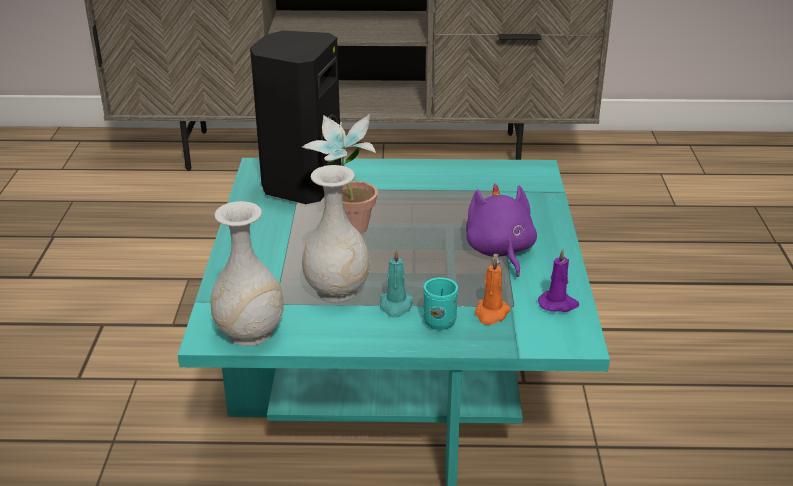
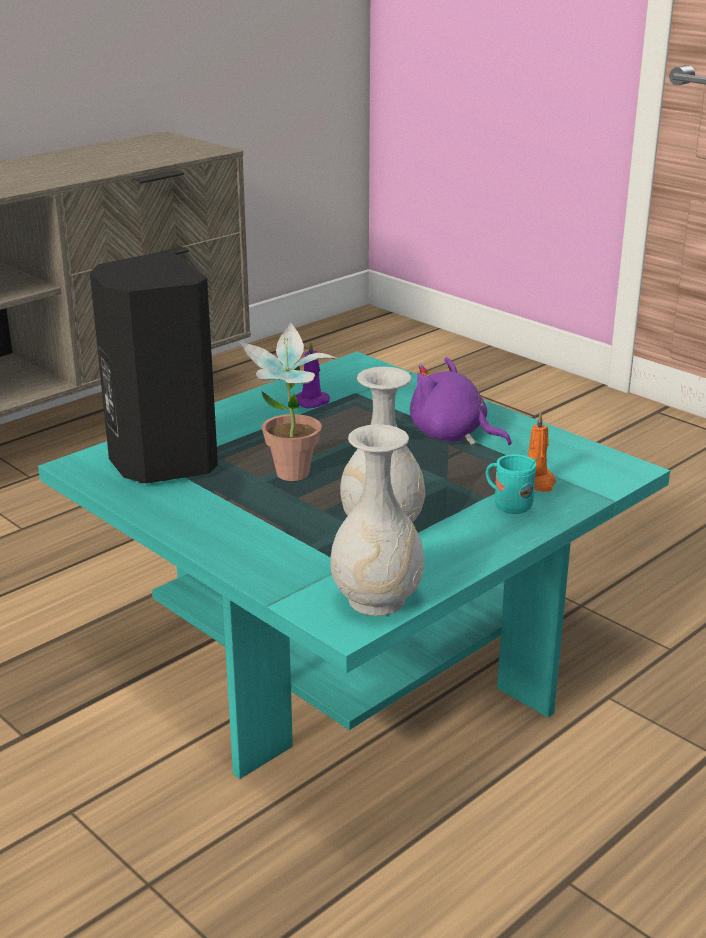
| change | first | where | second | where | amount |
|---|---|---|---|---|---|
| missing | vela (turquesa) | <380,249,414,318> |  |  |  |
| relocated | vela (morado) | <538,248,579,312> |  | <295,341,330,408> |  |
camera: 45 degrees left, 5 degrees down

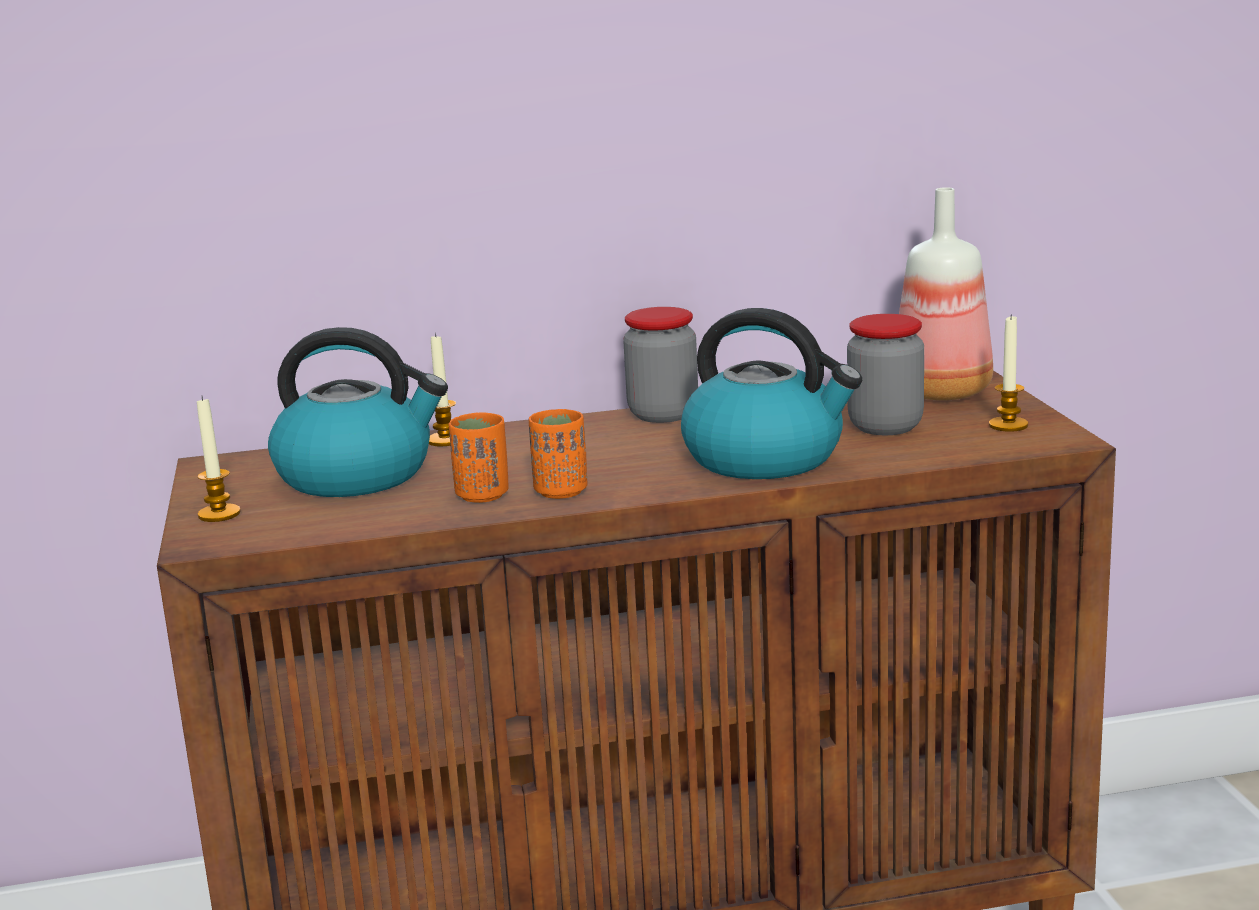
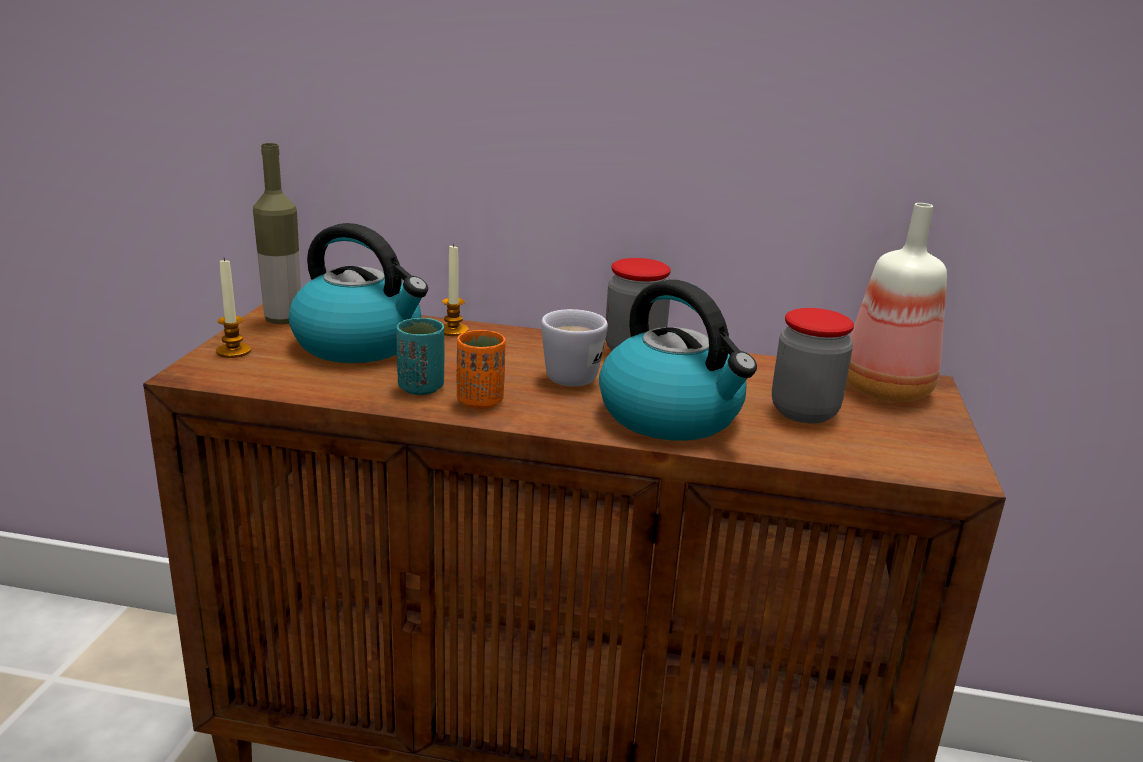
| change | first | where | second | where | amount |
|---|---|---|---|---|---|
| colour | taza (naranja) | <449,412,509,503> | taza (turquesa) | <396,318,444,395> |  |
| missing | vela | <989,314,1028,432> |  |  |  |
| appeared |  |  | botella | <253,143,301,324> |  |
| appeared |  |  | taza grande (blanco) | <541,309,608,387> |  |
camera: 20 degrees right, 5 degrees up

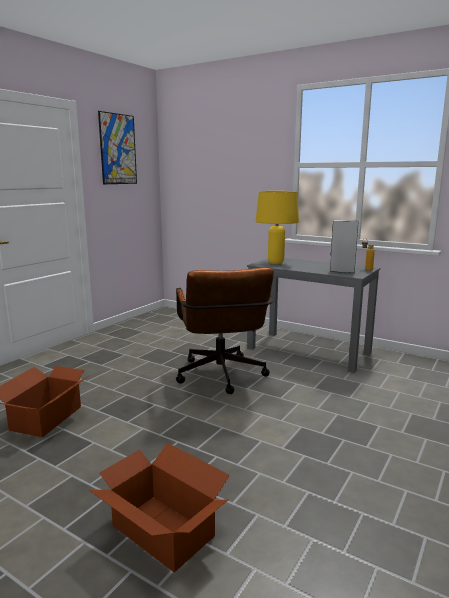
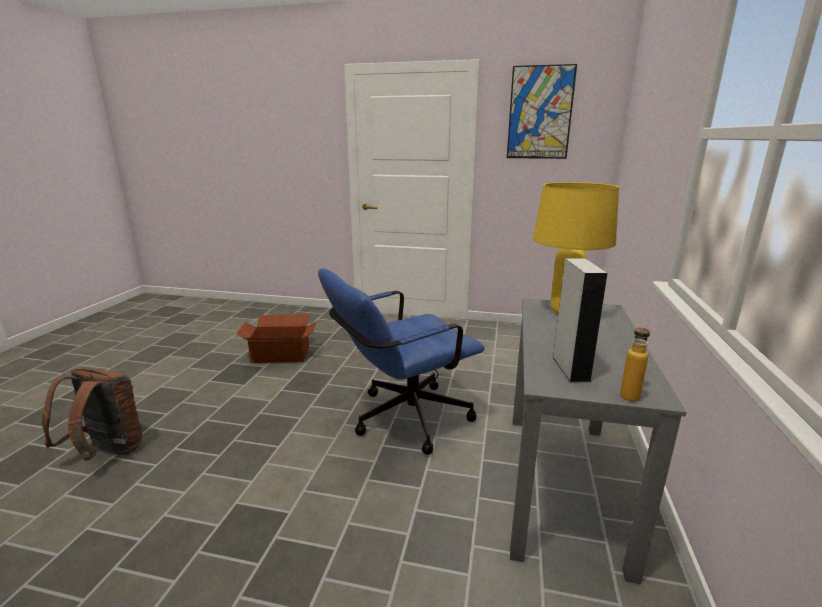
| change | first | where | second | where | amount |
|---|---|---|---|---|---|
| exchanged | caja de cartón | <89,443,230,572> | mochila (marrón) | <42,368,142,461> |  |
| colour | silla de oficina (marrón) | <176,268,274,394> | silla de oficina (azul) | <318,269,485,455> |  |
camera: 70 degrees right, 5 degrees up

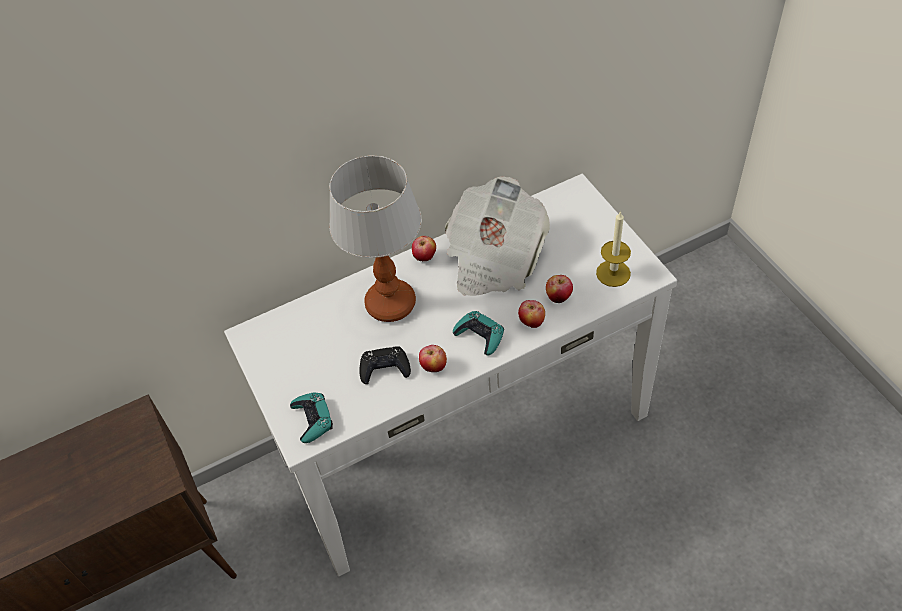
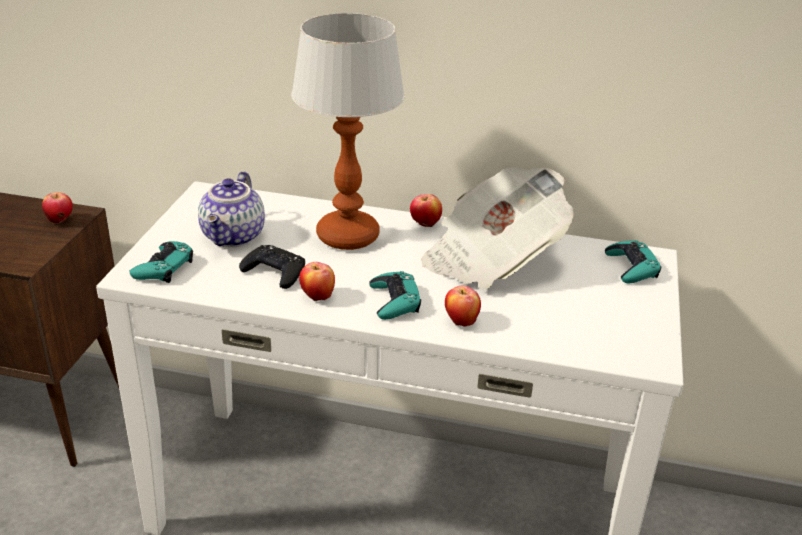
| change | first | where | second | where | amount |
|---|---|---|---|---|---|
| relocated | manzana | <546,275,573,303> |  | <42,192,73,224> |  |
| missing | vela | <596,211,631,287> |  |  |  |
| appeared |  |  | tetera | <198,171,265,247> |  |
| appeared |  |  | mando de consola (turquesa) | <605,240,661,283> |  |
camera: 35 degrees right, 20 degrees down

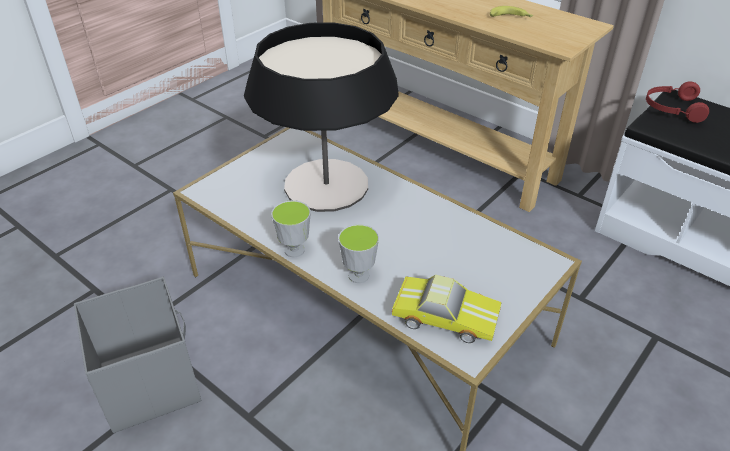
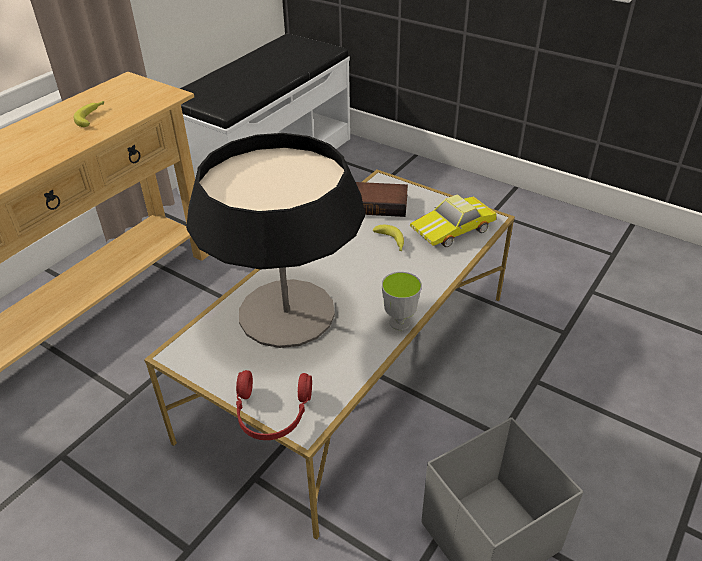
| change | first | where | second | where | amount |
|---|---|---|---|---|---|
| missing | taza | <338,224,379,283> |  |  |  |
| spun | coche de juguete | <392,275,502,343> |  | <410,194,496,247> | 135 degrees counterclockwise |
| relocated | auriculares (rojo) | <646,81,709,123> |  | <236,370,312,440> |  |
| appeared |  |  | libro | <356,182,408,217> |  |
| appeared |  |  | plátano | <373,225,404,251> |  |
camera: 95 degrees left, 0 degrees up

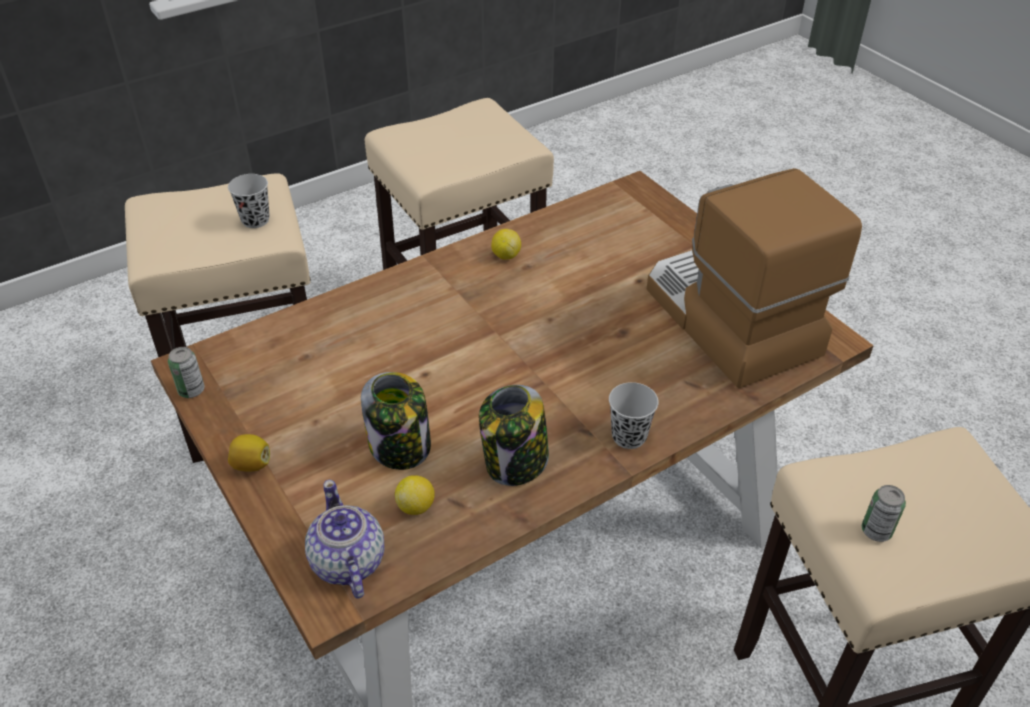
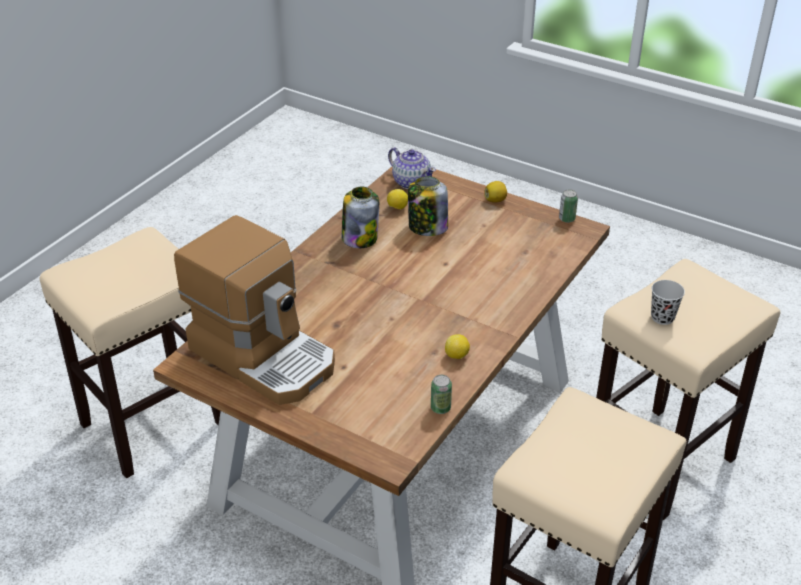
| change | first | where | second | where | amount |
|---|---|---|---|---|---|
| missing | taza (negro) | <609,382,659,449> |  |  |  |
| relocated | lata | <862,485,906,542> |  | <431,375,452,414> |  |
camera: 155 degrees right, 5 degrees down

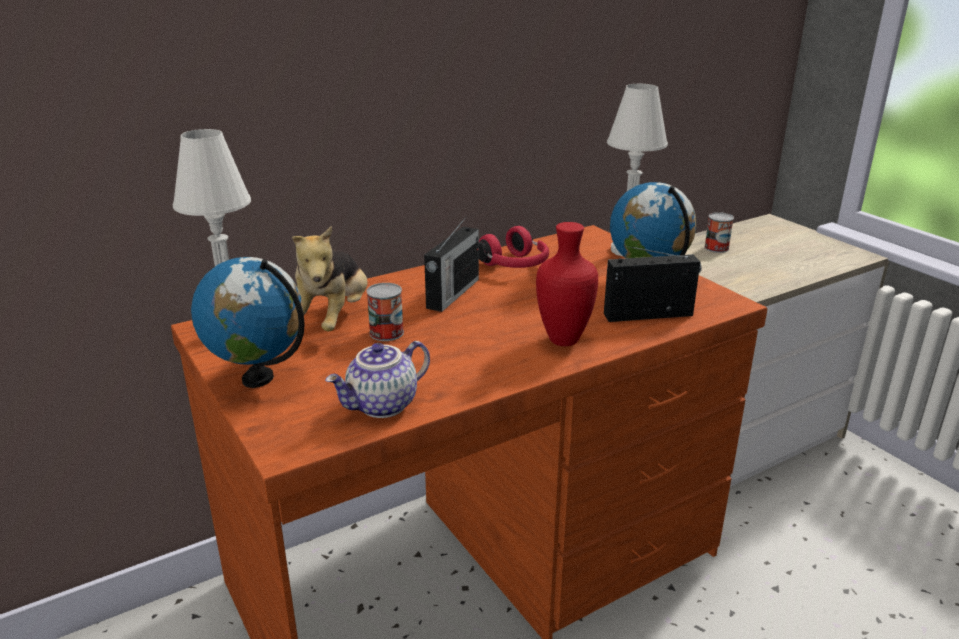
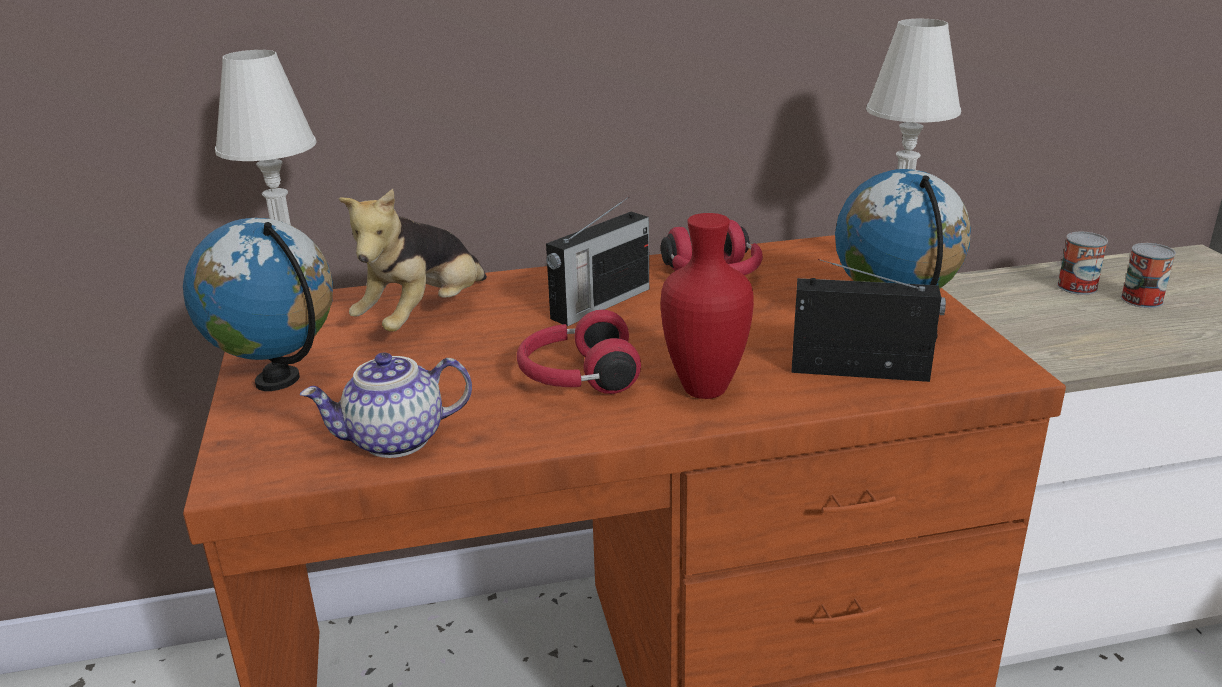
| change | first | where | second | where | amount |
|---|---|---|---|---|---|
| relocated | lata | <366,283,404,341> |  | <1121,243,1176,308> |  |
| appeared |  |  | auriculares (rojo) | <517,310,641,394> |  |
camera: 20 degrees right, 0 degrees up

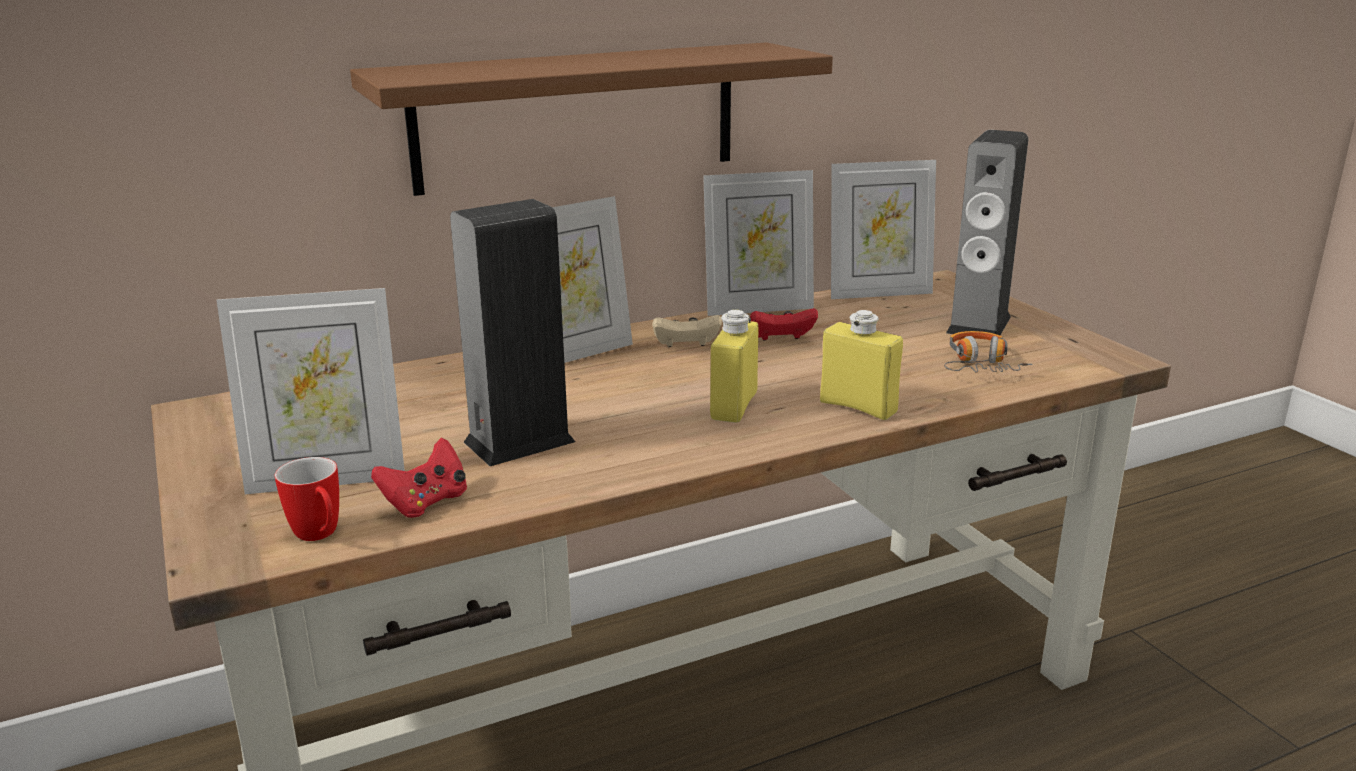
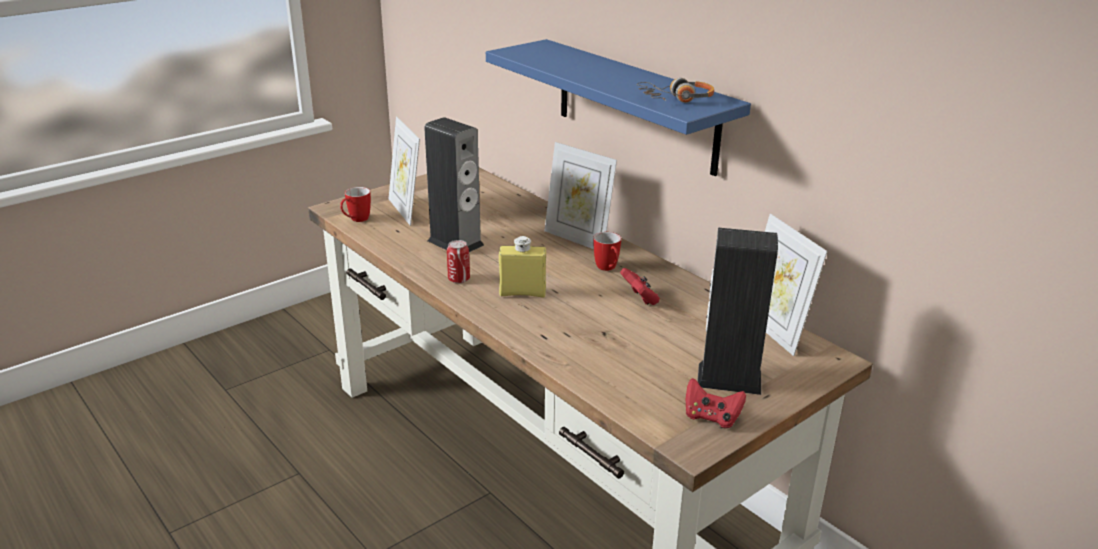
| change | first | where | second | where | amount |
|---|---|---|---|---|---|
| colour | estante (marrón) | <350,42,833,196> | estante (azul) | <486,39,751,176> |  |
| relocated | mando de consola (rojo) | <371,438,467,518> |  | <685,378,746,428> |  |
| exchanged | mando de consola (beis) | <652,315,722,347> | taza grande | <593,232,621,271> |  |
| missing | portarretratos | <703,170,814,316> |  |  |  |
| missing | botella (amarillo) | <820,310,903,420> |  |  |  |
| relocated | auriculares | <944,331,1033,372> |  | <637,78,714,103> |  |
| appeared |  |  | lata | <447,240,470,283> |  |
camera: 75 degrees right, 5 degrees up

